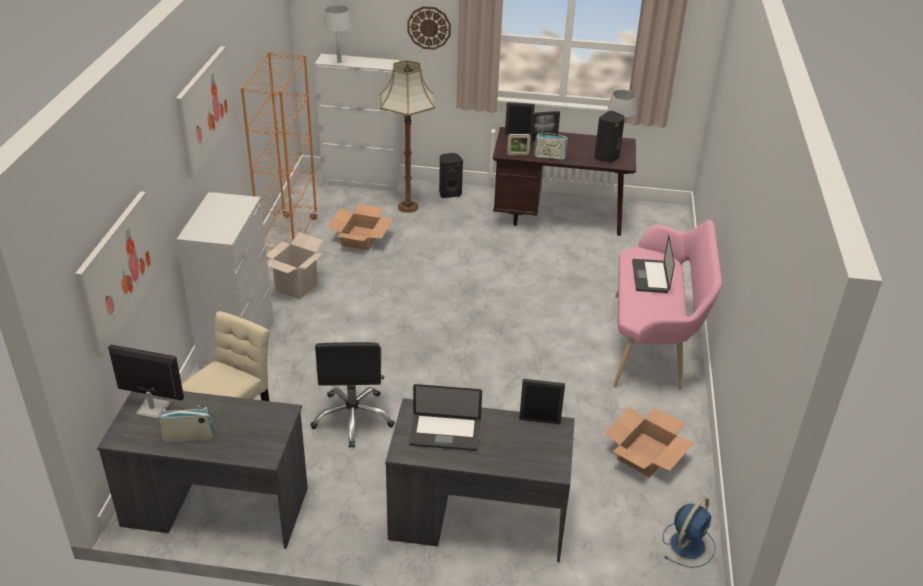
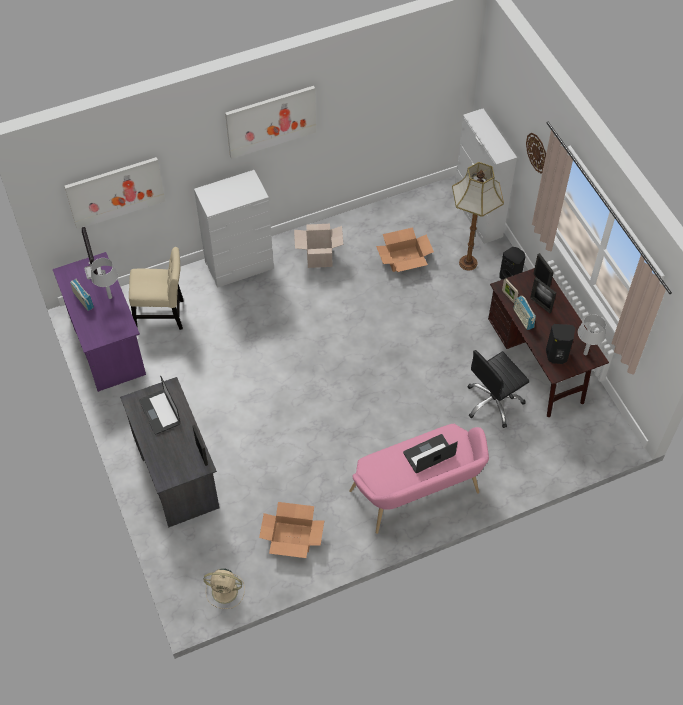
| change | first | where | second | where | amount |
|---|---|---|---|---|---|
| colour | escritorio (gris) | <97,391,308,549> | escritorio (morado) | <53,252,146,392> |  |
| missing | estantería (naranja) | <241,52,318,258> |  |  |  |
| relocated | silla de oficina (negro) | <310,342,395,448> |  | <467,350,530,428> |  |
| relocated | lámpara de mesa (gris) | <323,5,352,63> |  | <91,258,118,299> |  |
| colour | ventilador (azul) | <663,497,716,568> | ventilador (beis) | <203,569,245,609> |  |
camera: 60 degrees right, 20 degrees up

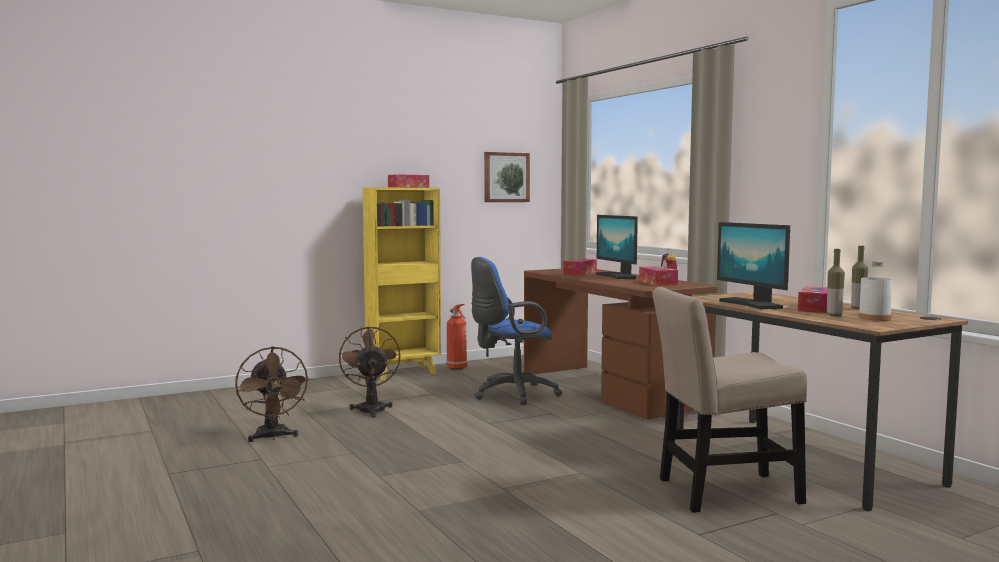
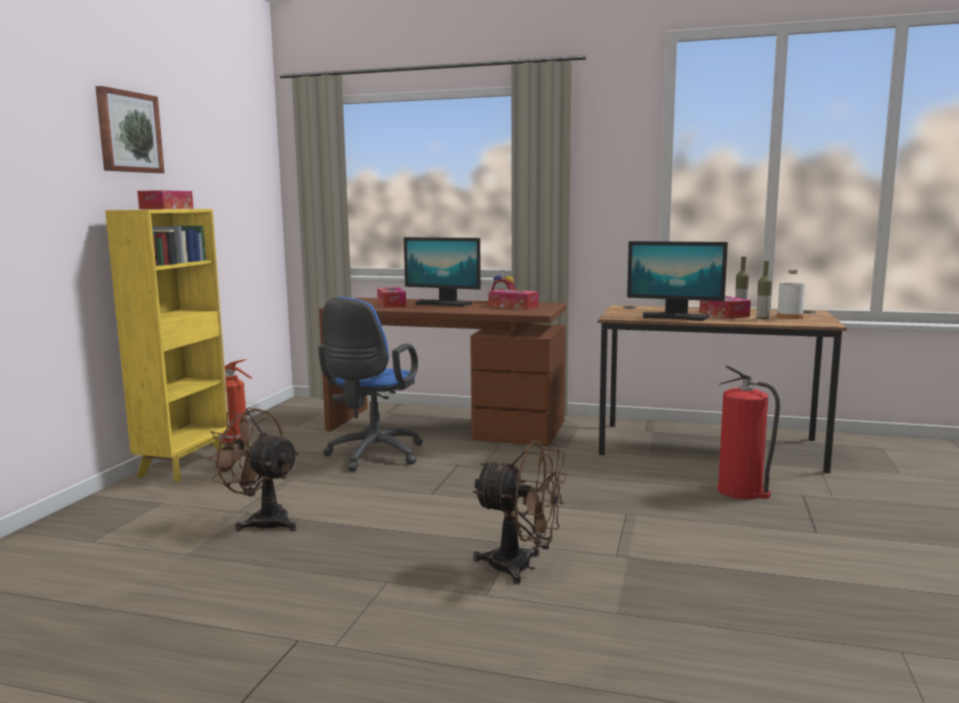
| change | first | where | second | where | amount |
|---|---|---|---|---|---|
| relocated | ventilador (marrón) | <235,346,310,442> |  | <473,441,567,584> |  |
| relocated | cuadro | <484,152,530,202> |  | <95,86,165,173> |  |
| exchanged | silla (beis) | <652,287,807,513> | extintor | <718,365,780,499> |  |
camera: 45 degrees left, 5 degrees up

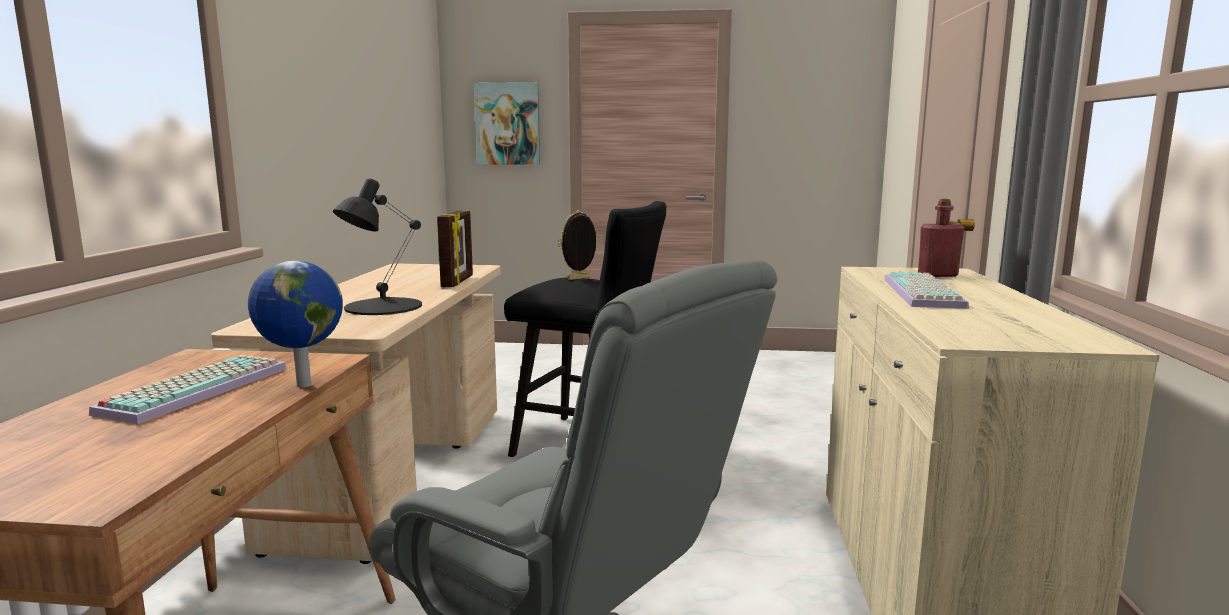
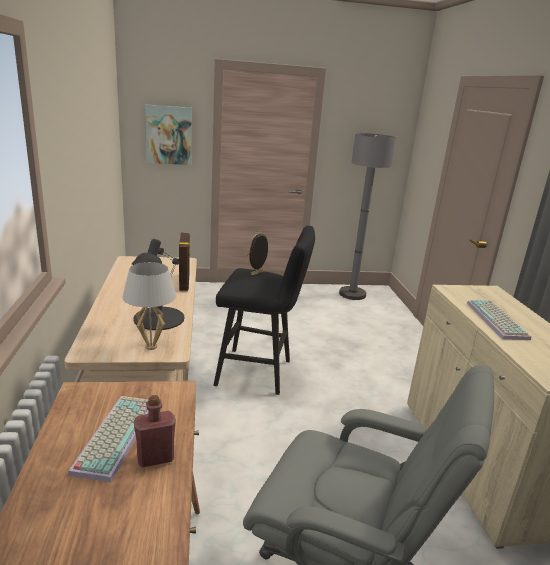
| change | first | where | second | where | amount |
|---|---|---|---|---|---|
| missing | globo terráqueo | <248,261,343,387> |  |  |  |
| relocated | botella (rojo) | <918,199,964,277> |  | <134,395,176,467> |  |
| appeared |  |  | lámpara de mesa (blanco) | <122,262,176,350> |  |
| appeared |  |  | lámpara de pie (gris) | <339,133,397,300> |  |
camera: 15 degrees left, 10 degrees up

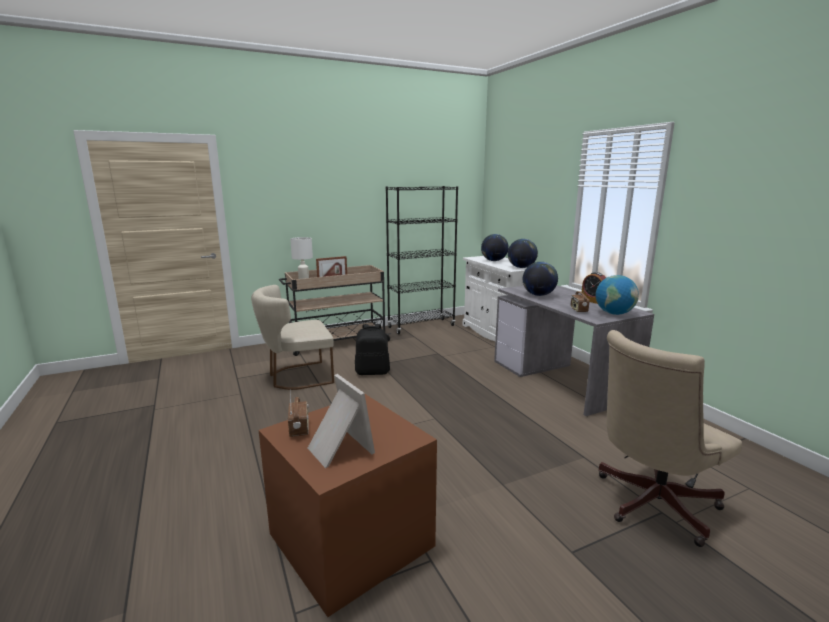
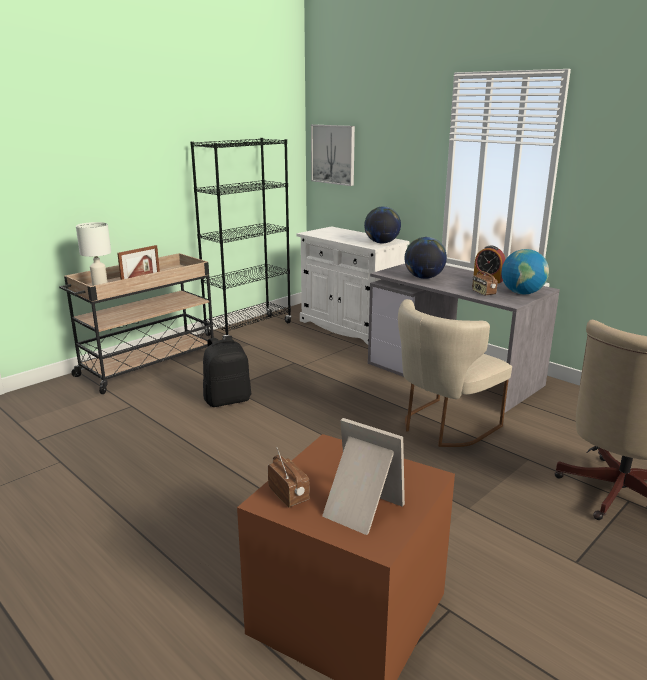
| change | first | where | second | where | amount |
|---|---|---|---|---|---|
| relocated | silla (beis) | <251,285,334,390> |  | <398,299,512,447> |  |
| missing | globo terráqueo | <481,234,509,261> |  |  |  |
| appeared |  |  | cuadro | <311,124,355,186> |  |
camera: 20 degrees left, 5 degrees up

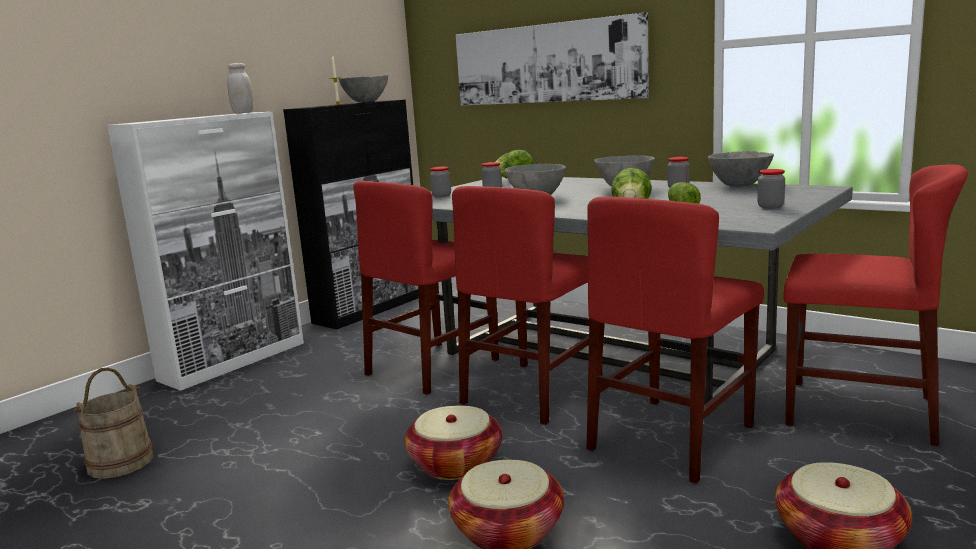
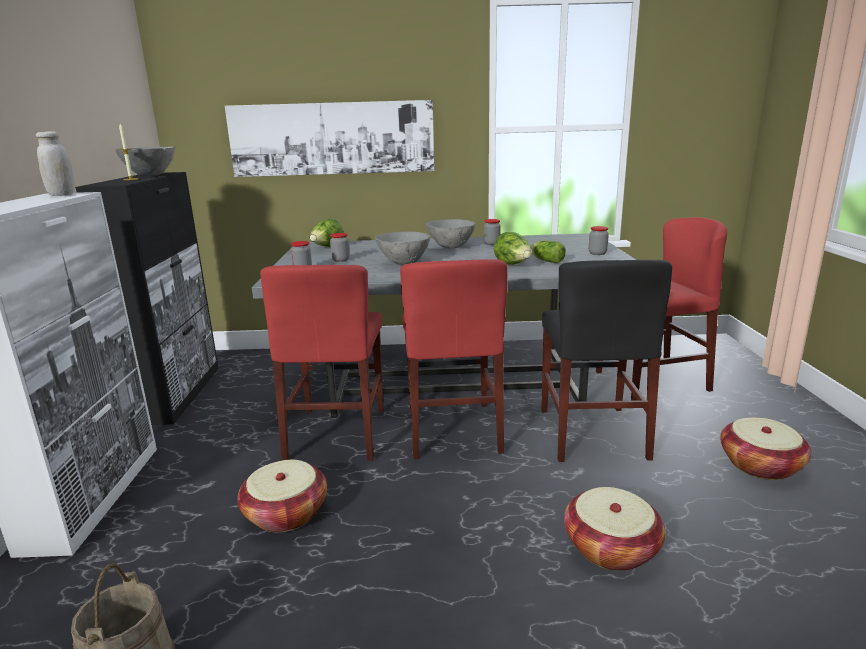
| change | first | where | second | where | amount |
|---|---|---|---|---|---|
| relocated | cesta | <405,406,502,480> |  | <238,460,327,532> |  |
| colour | silla (rojo) | <586,197,764,484> | silla (negro) | <541,260,672,462> |  |
| missing | cuenco (gris) | <708,151,774,186> |  |  |  |
camera: 40 degrees left, 5 degrees up

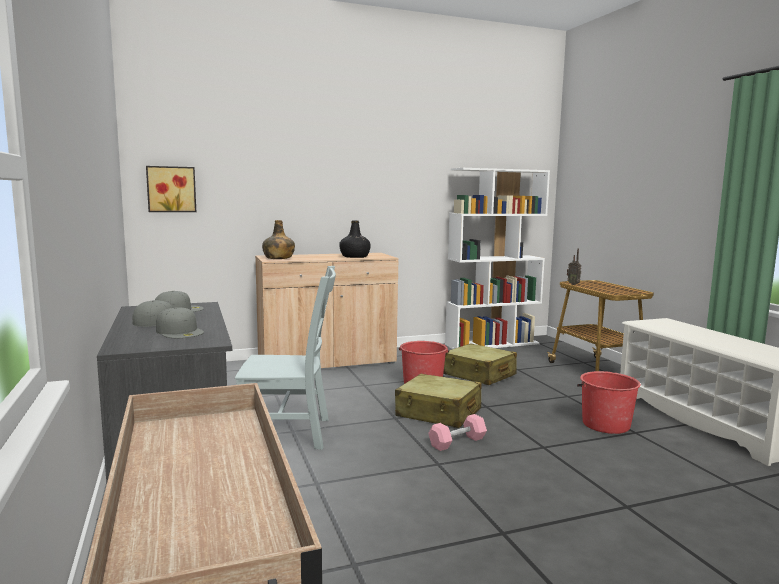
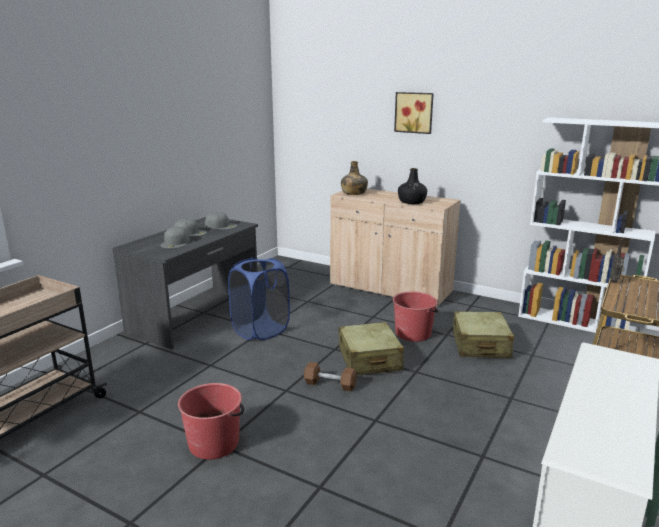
| change | first | where | second | where | amount |
|---|---|---|---|---|---|
| relocated | cuadro | <146,166,196,212> |  | <394,92,434,134> |  |
| exchanged | silla (gris) | <235,266,336,450> | cesto de la ropa (azul) | <228,258,290,340> |  |
| colour | mancuerna (rosa) | <429,414,487,451> | mancuerna (marrón) | <304,362,357,391> |  |
| relocated | cubo (rojo) | <577,371,641,434> |  | <178,383,244,460> |  |
camera: 50 degrees right, 10 degrees up

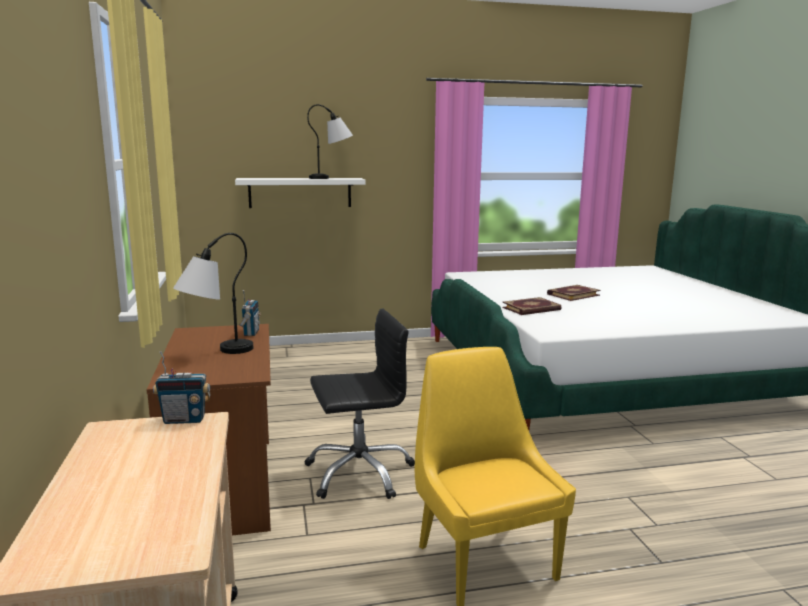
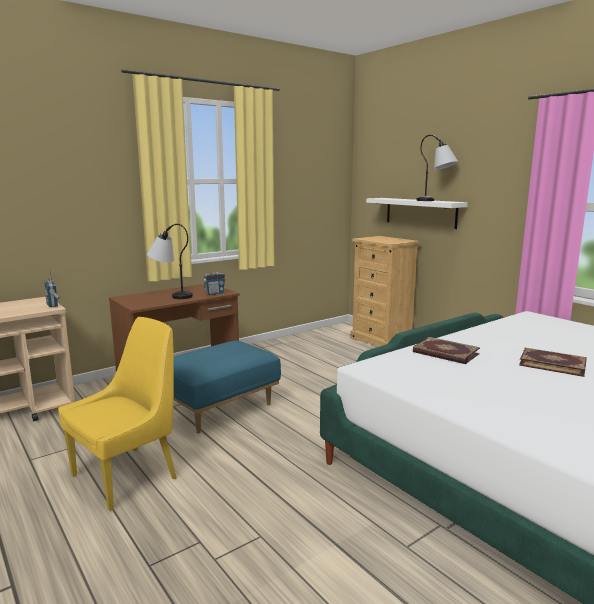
| change | first | where | second | where | amount |
|---|---|---|---|---|---|
| exchanged | silla de oficina (negro) | <304,308,415,499> | puf (azul) | <174,341,281,434> |  |
| appeared |  |  | cómoda (beis) | <351,236,421,347> |  |
camera: 65 degrees right, 0 degrees up

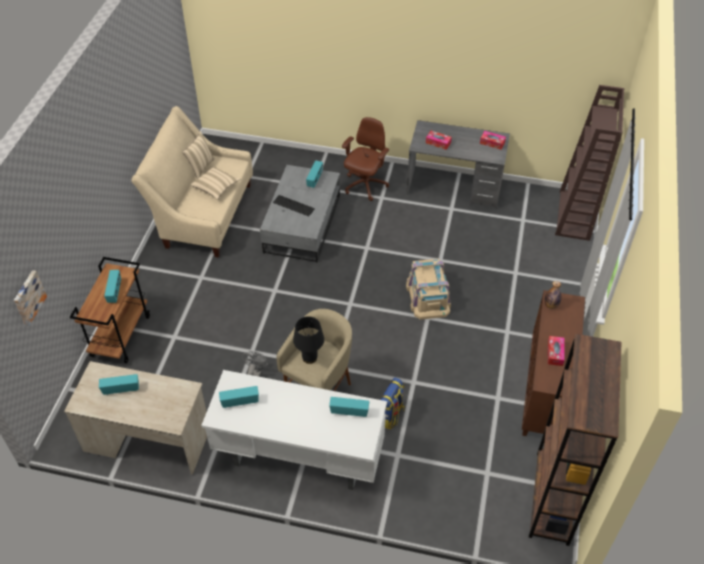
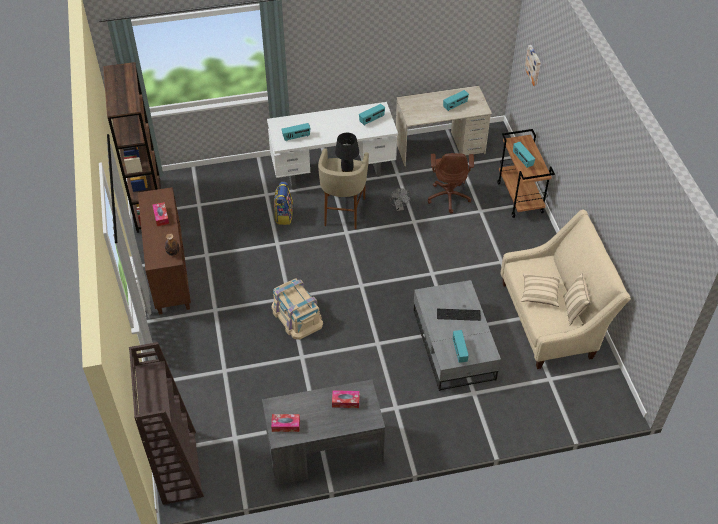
| change | first | where | second | where | amount |
|---|---|---|---|---|---|
| relocated | silla de oficina (marrón) | <342,117,389,201> |  | <428,153,474,214> |  |
camera: 155 degrees right, 0 degrees up

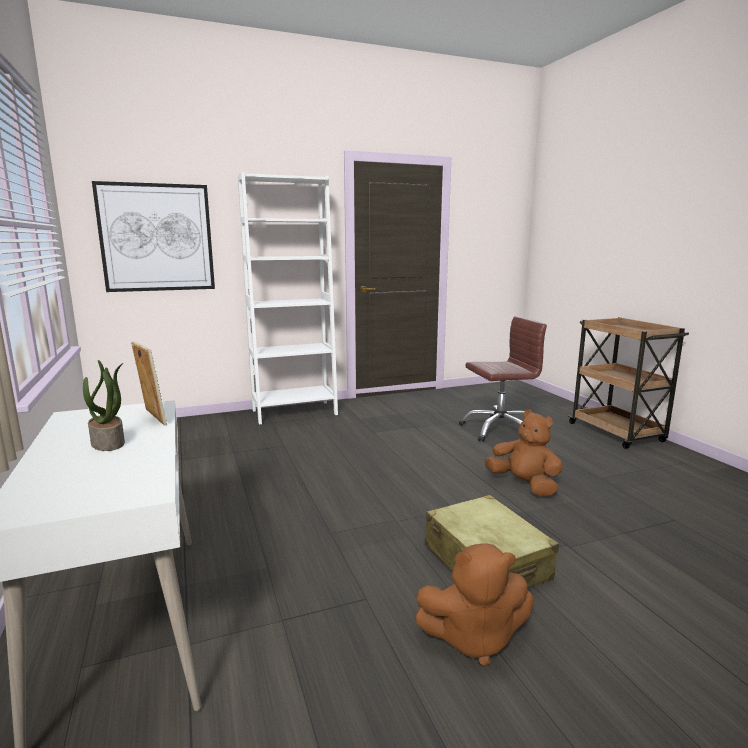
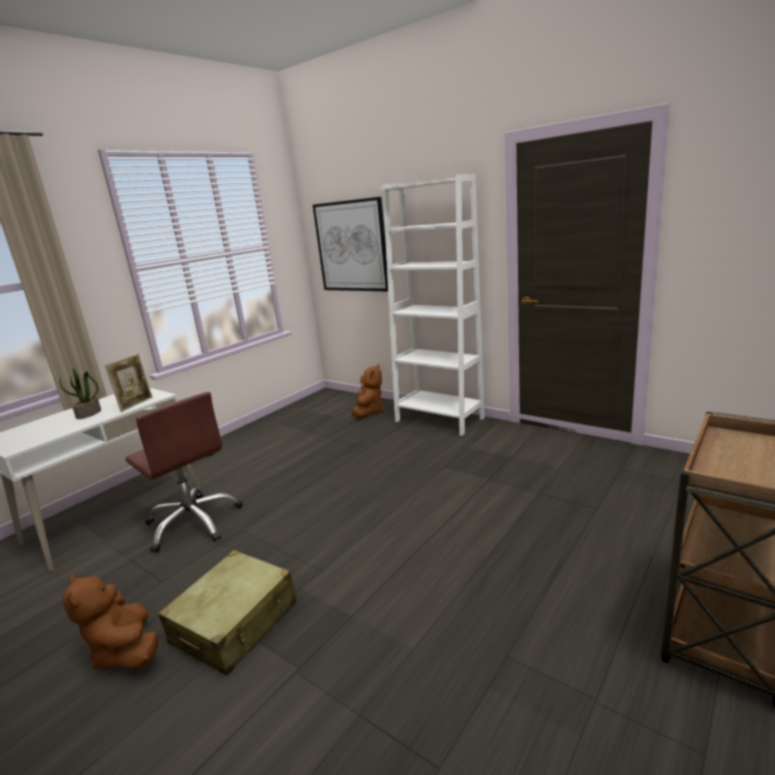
| change | first | where | second | where | amount |
|---|---|---|---|---|---|
| relocated | silla de oficina (marrón) | <459,316,547,442> |  | <125,392,243,553> |  |
| relocated | peluche (marrón) | <484,409,563,496> |  | <352,364,384,419> |  |
camera: 60 degrees right, 5 degrees up

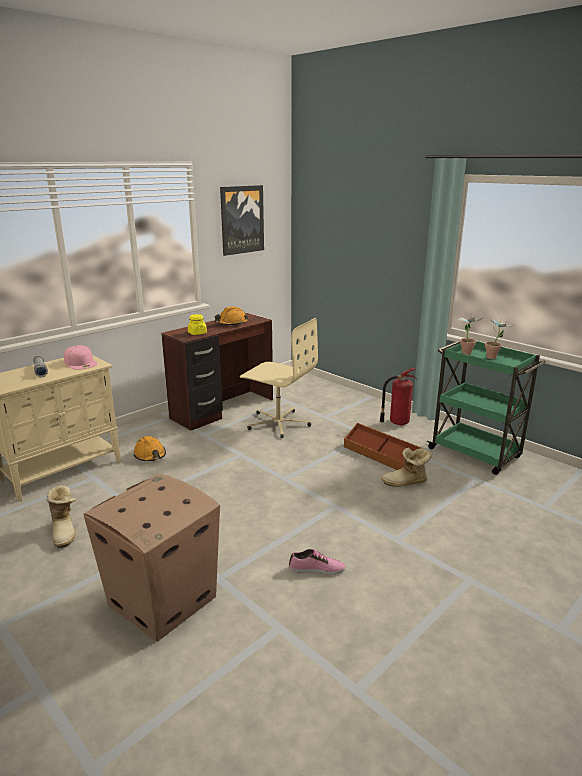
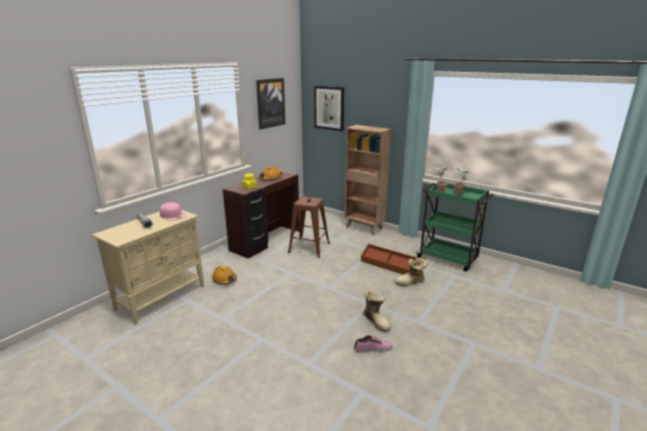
| change | first | where | second | where | amount |
|---|---|---|---|---|---|
| relocated | bota | <47,485,76,548> |  | <364,289,391,332> |  |
| missing | caja de cartón | <84,474,220,642> |  |  |  |
| exchanged | silla de oficina (beis) | <240,318,318,438> | taburete (marrón) | <288,196,330,258> |  |
| missing | extintor | <380,368,417,426> |  |  |  |
| appeared |  |  | cuadro | <314,86,344,131> |  |
| appeared |  |  | estantería (marrón) | <345,125,391,235> |  |
camera: 10 degrees left, 0 degrees up

